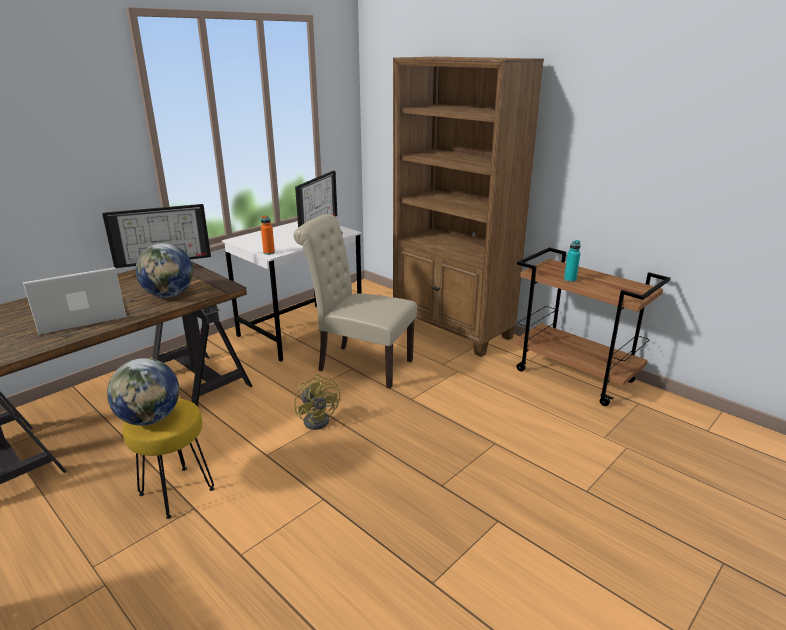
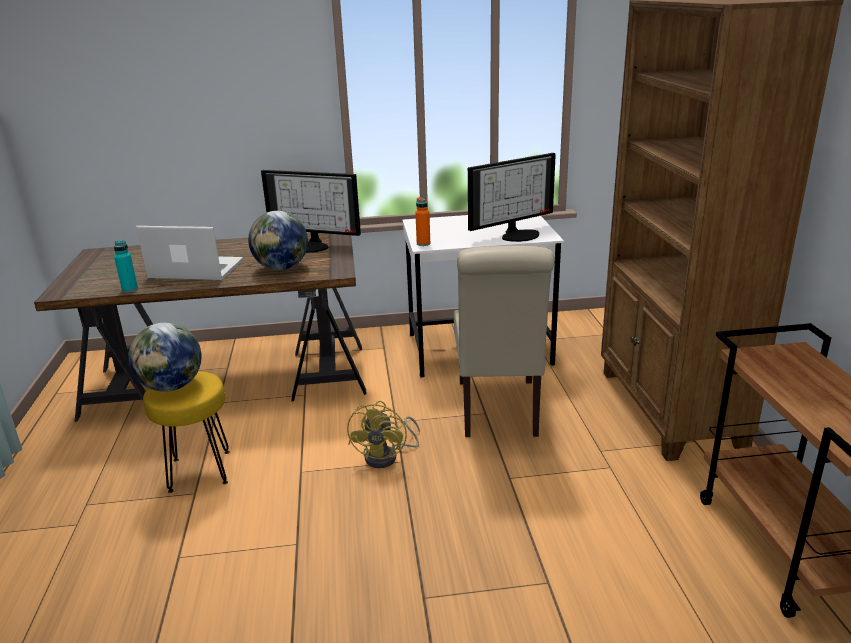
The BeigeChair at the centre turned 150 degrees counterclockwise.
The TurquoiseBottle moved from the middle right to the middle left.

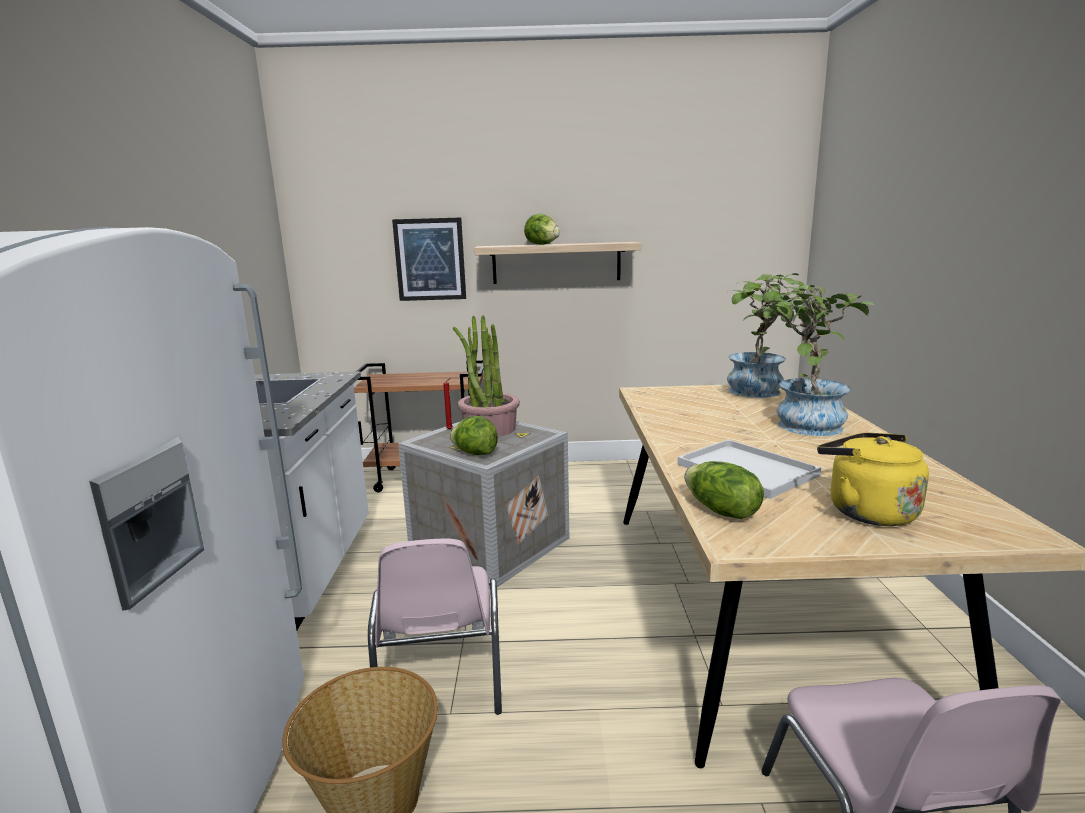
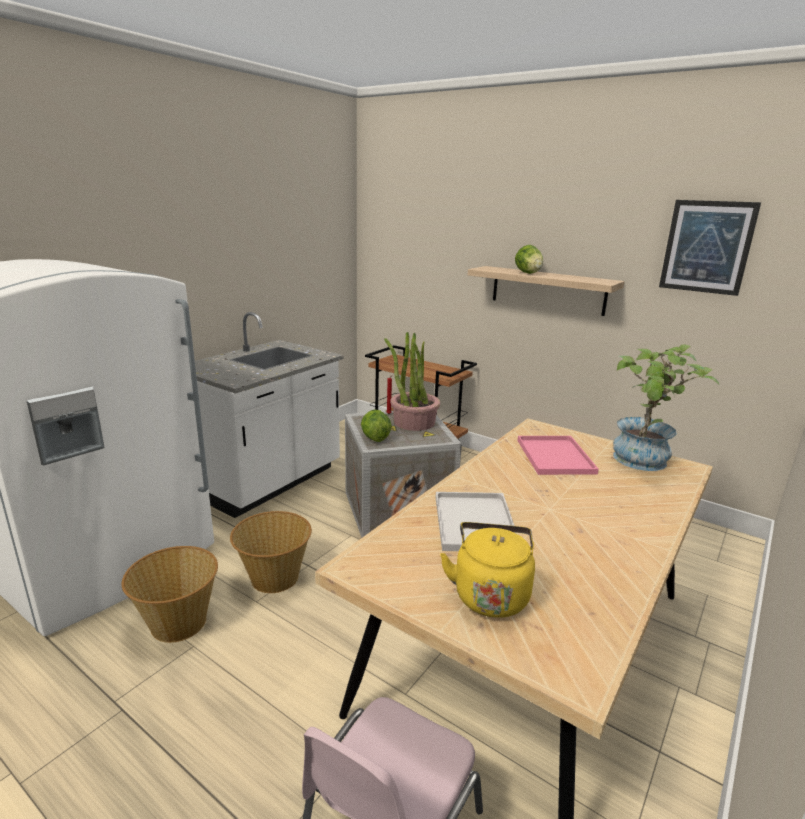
The Picture moved from the top centre to the top right.
The PottedPlant (3rd from left) at the middle right disappeared.
The Lettuce (3rd from left) at the middle right disappeared.
The PinkChair (1st from left) at the bottom centre was replaced by the Basket (2nd from left) at the bottom centre.
The PinkTray at the middle right appeared.

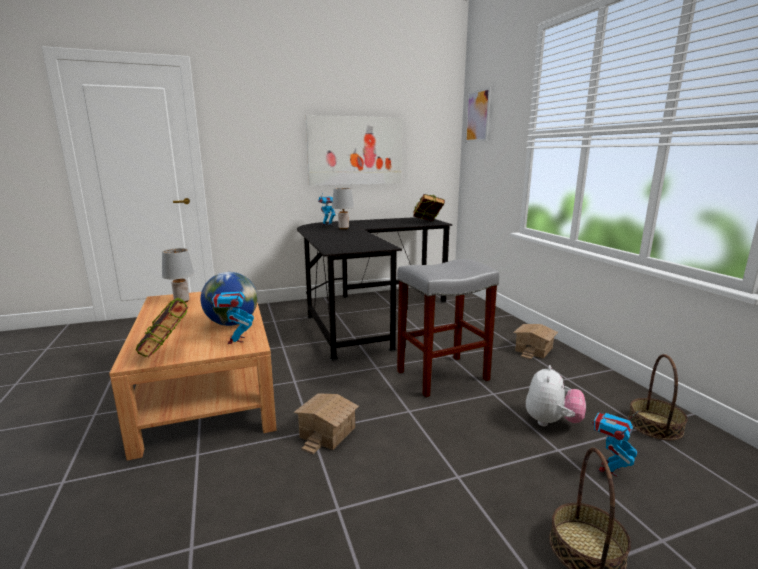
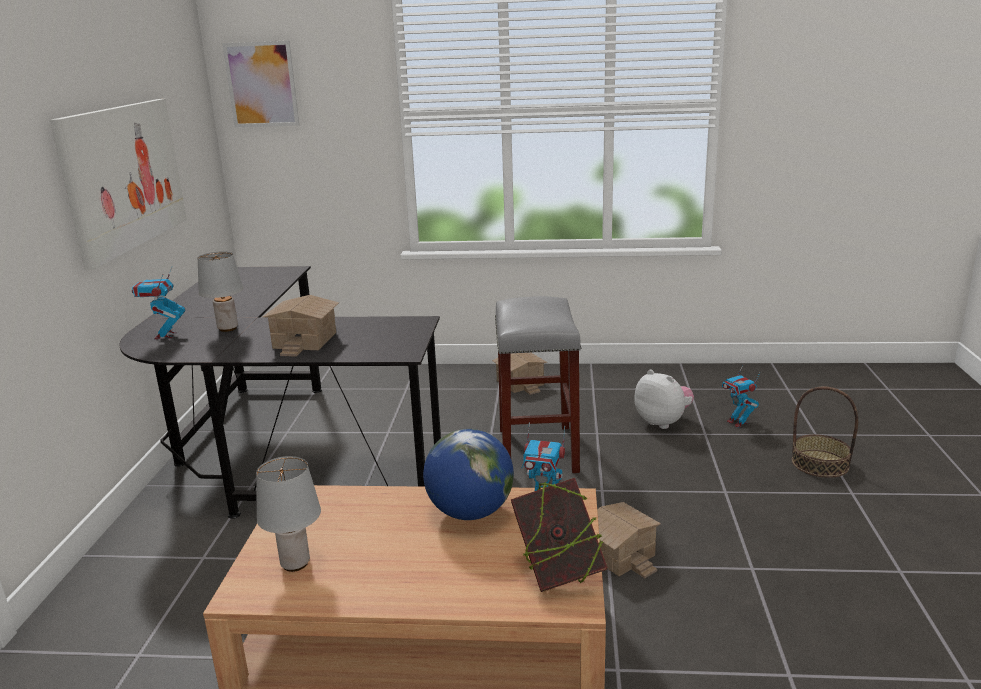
The Book (2nd from left) at the centre disappeared.
The Basket (2nd from left) at the bottom right disappeared.
The ToyHouse (1st from left) at the middle left appeared.

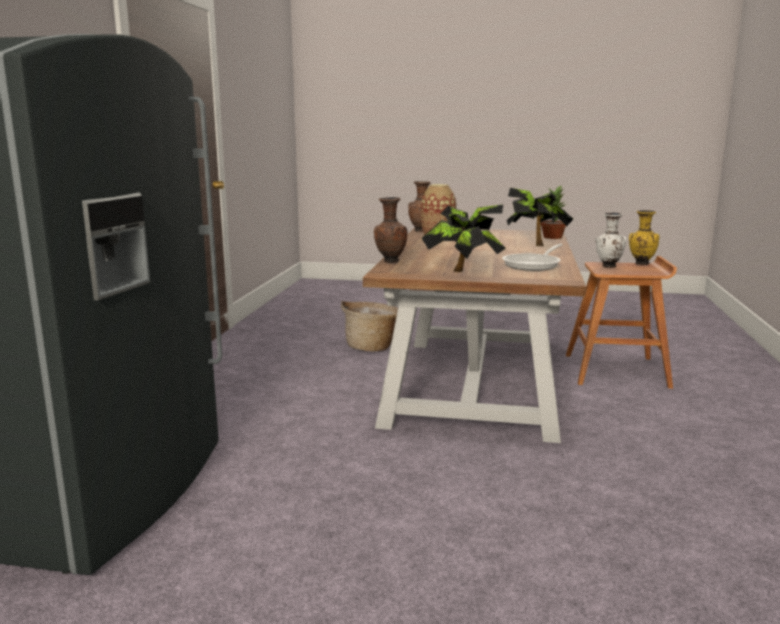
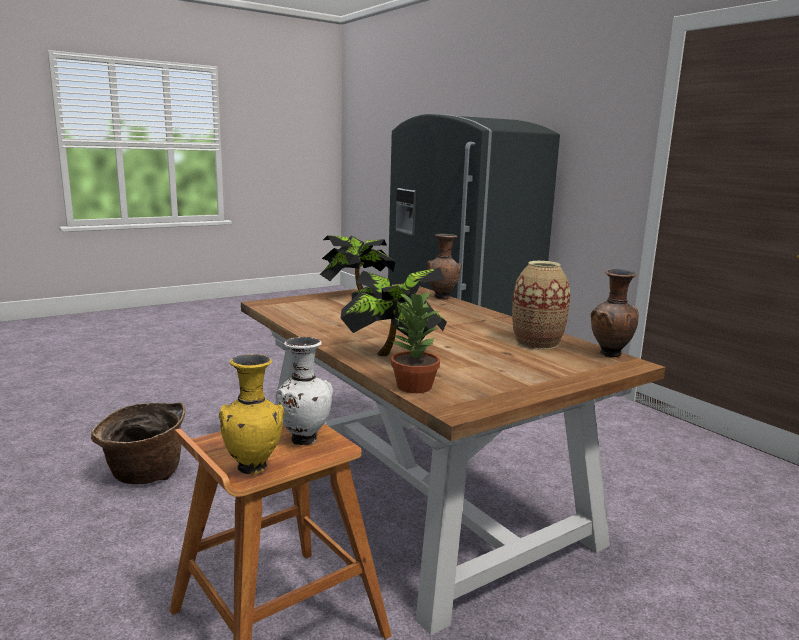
The FryingPan at the middle right disappeared.
The Basket moved from the centre to the bottom left.

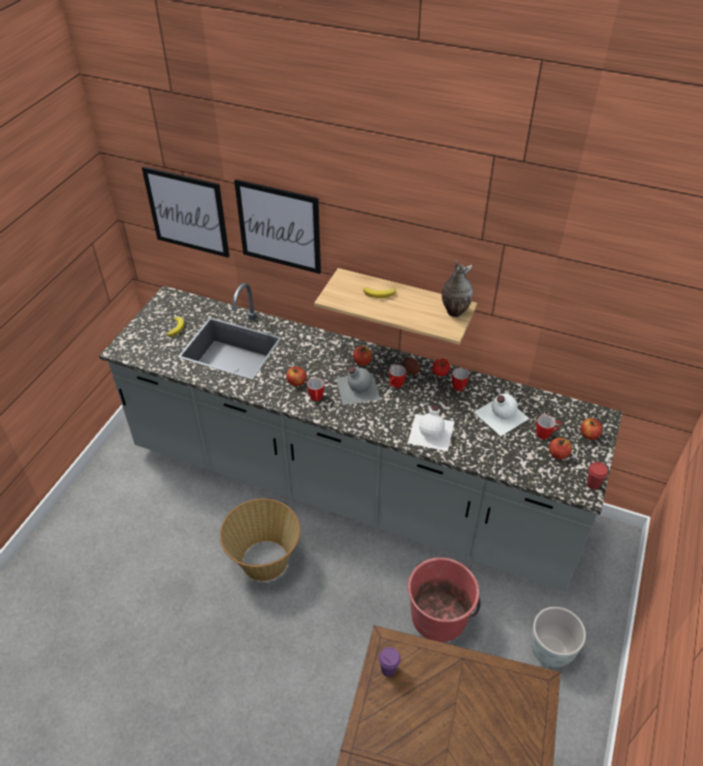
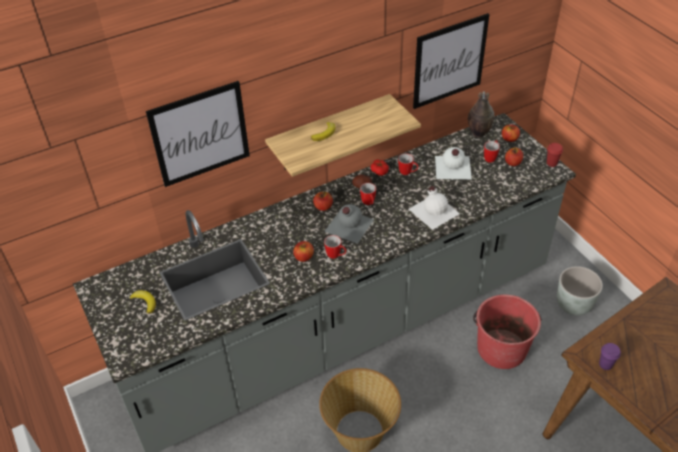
The Picture (1st from left in the first image) moved from the top left to the top centre.
The Vase moved from the centre to the top right.

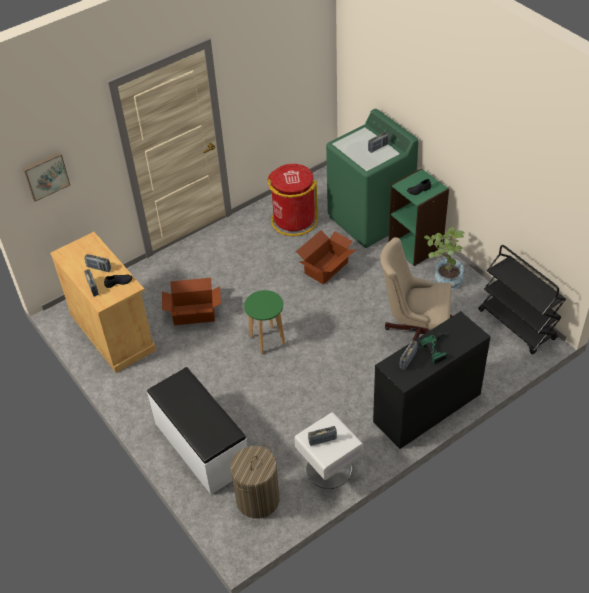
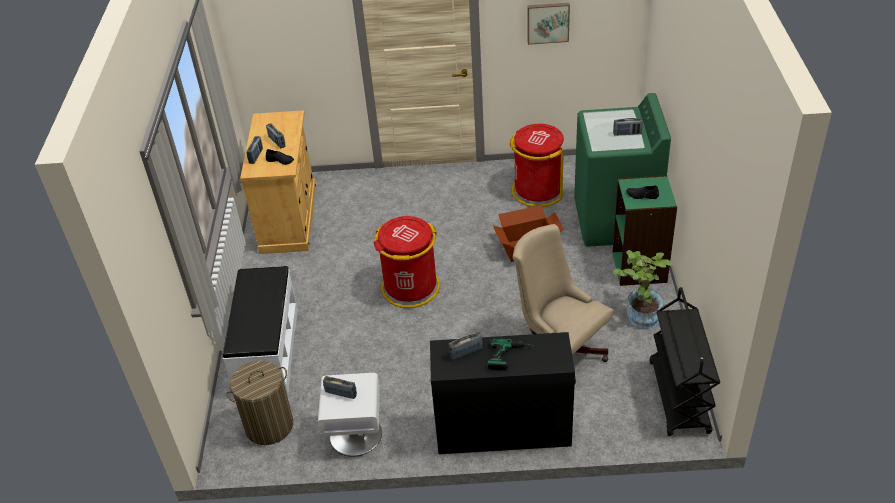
The Picture moved from the top left to the top centre.
The CardboardBox (1st from left) at the middle left disappeared.
The GreenStool at the centre was replaced by the RedTrashCan (1st from left) at the centre.

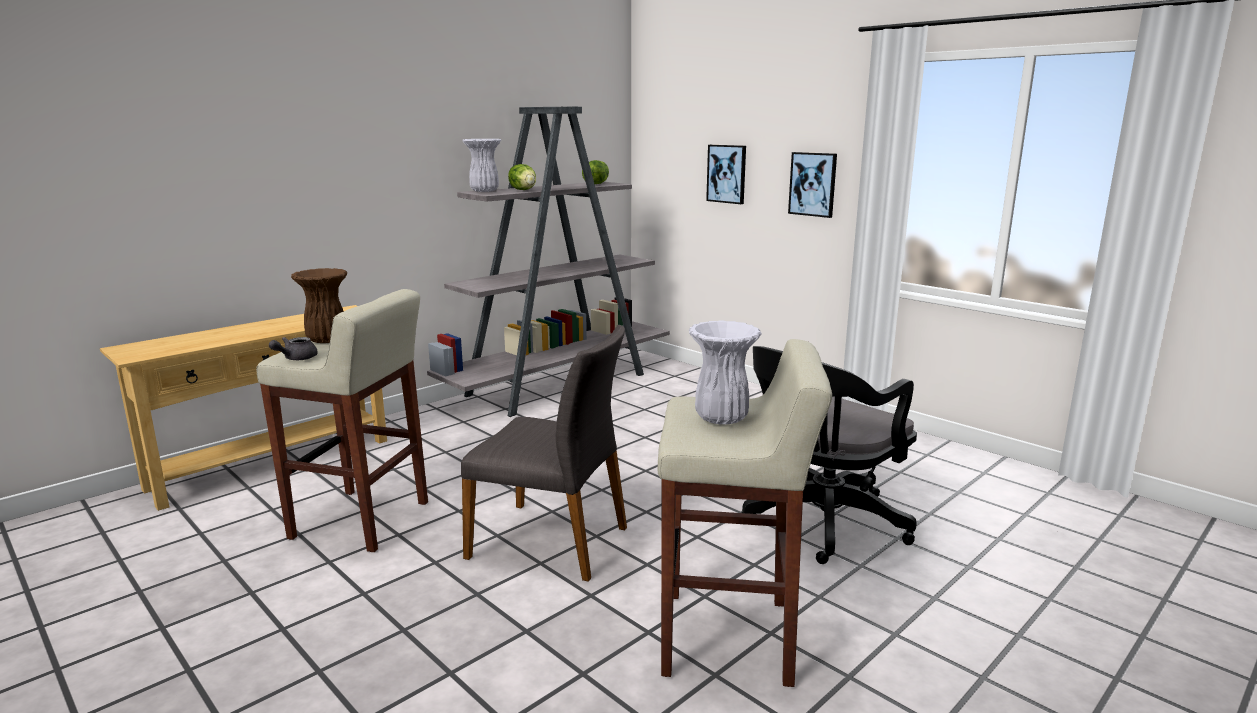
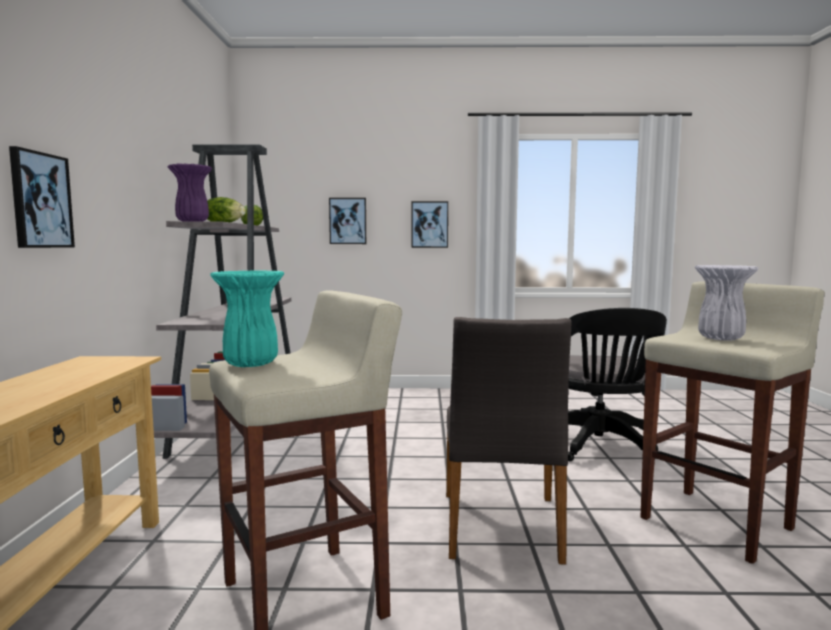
The WhiteVase (1st from left) at the top centre became the PurpleVase at the top left.
The BrownVase at the middle left became the TurquoiseVase at the middle left.
The GreyChair at the centre turned 120 degrees clockwise.
The GreyTeapot at the middle left disappeared.
The Picture (1st from left) at the top left appeared.

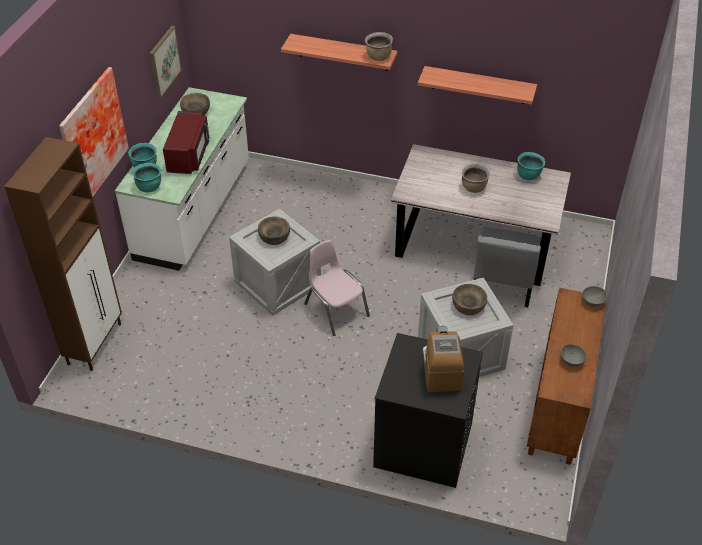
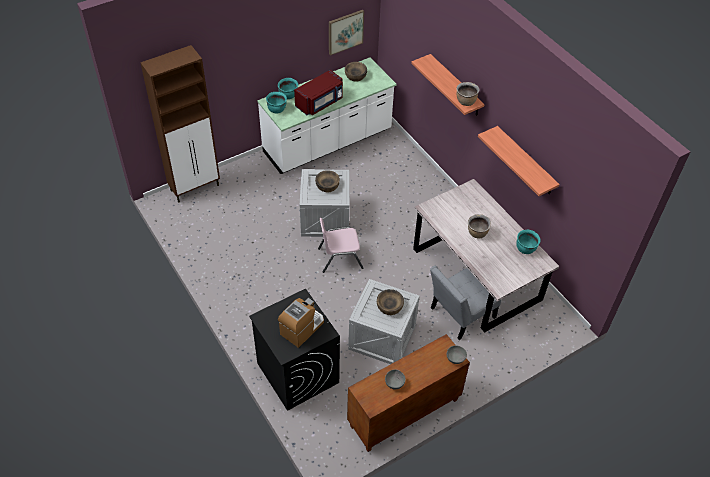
The Picture (1st from left) at the top left disappeared.
The PinkChair at the centre turned 105 degrees counterclockwise.

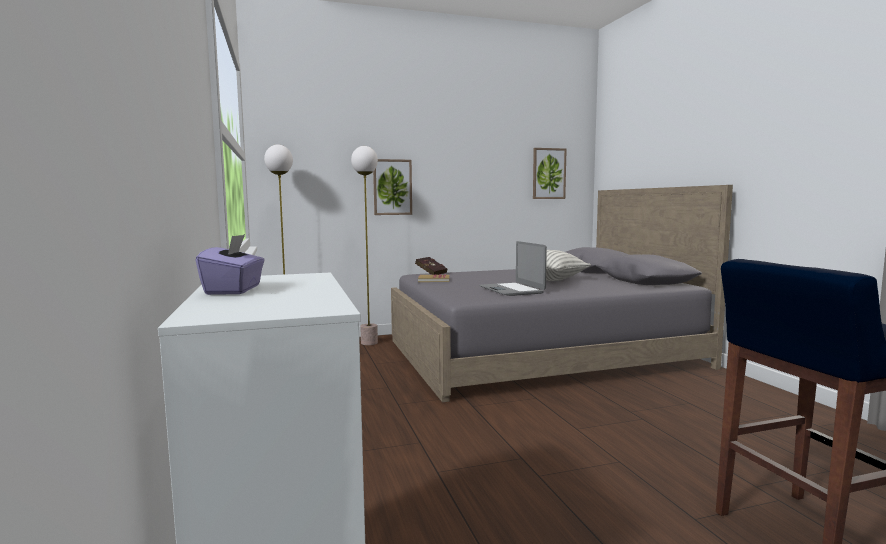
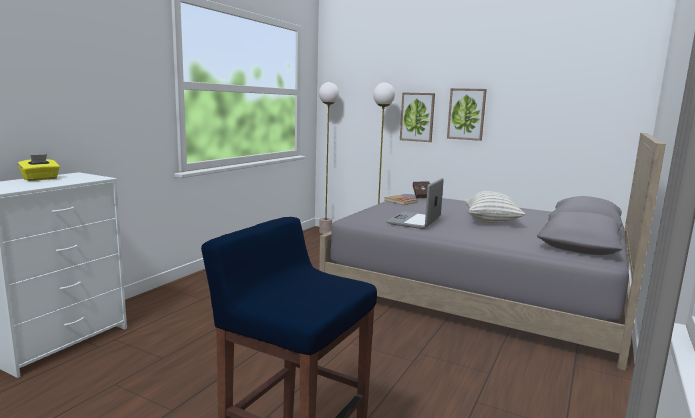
The Picture (2nd from left) moved from the top centre to the top right.
The PurpleTissueBox at the middle left became the YellowTissueBox at the middle left.

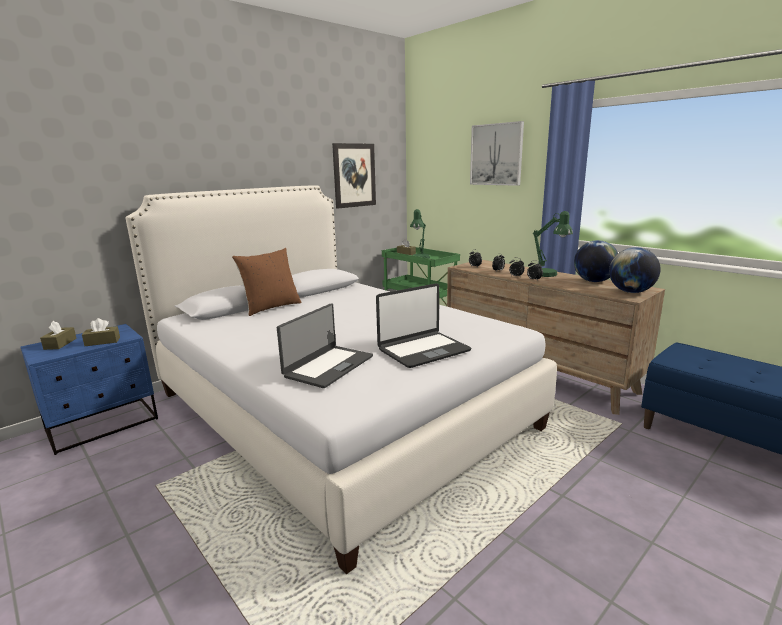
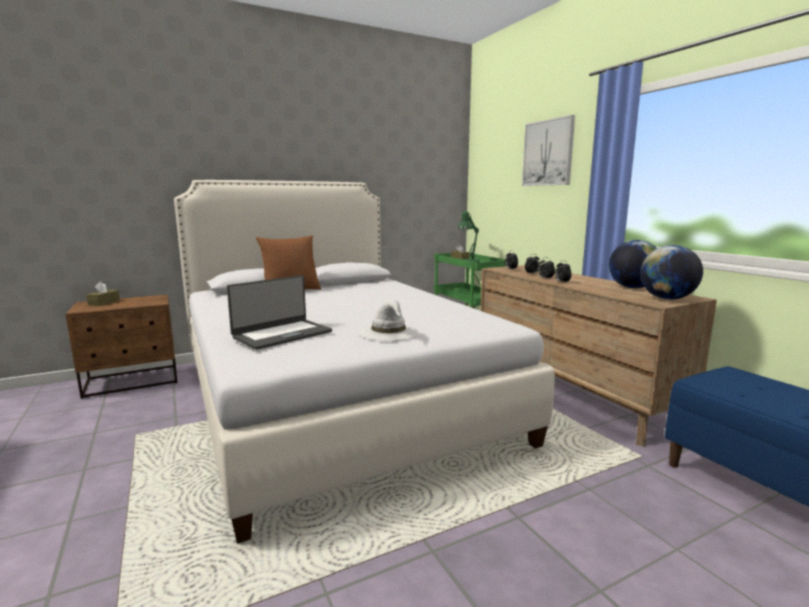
The Picture (1st from left) at the top centre disappeared.
The GreenTableLamp (2nd from left) at the middle right disappeared.
The Laptop (2nd from left) at the centre was replaced by the WhiteHat at the centre.
The BrownTissueBox (2nd from left) at the middle left disappeared.
The BlueNightstand at the middle left became the BrownNightstand at the middle left.

